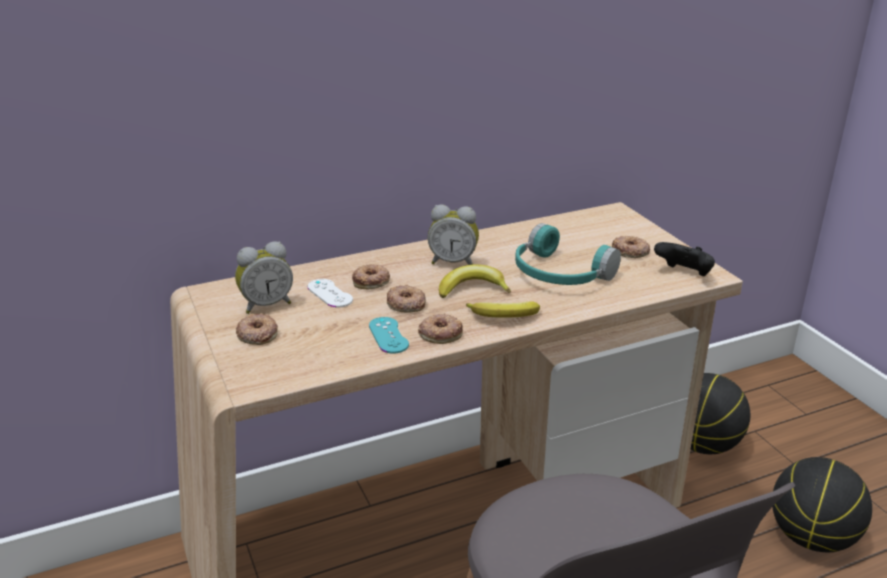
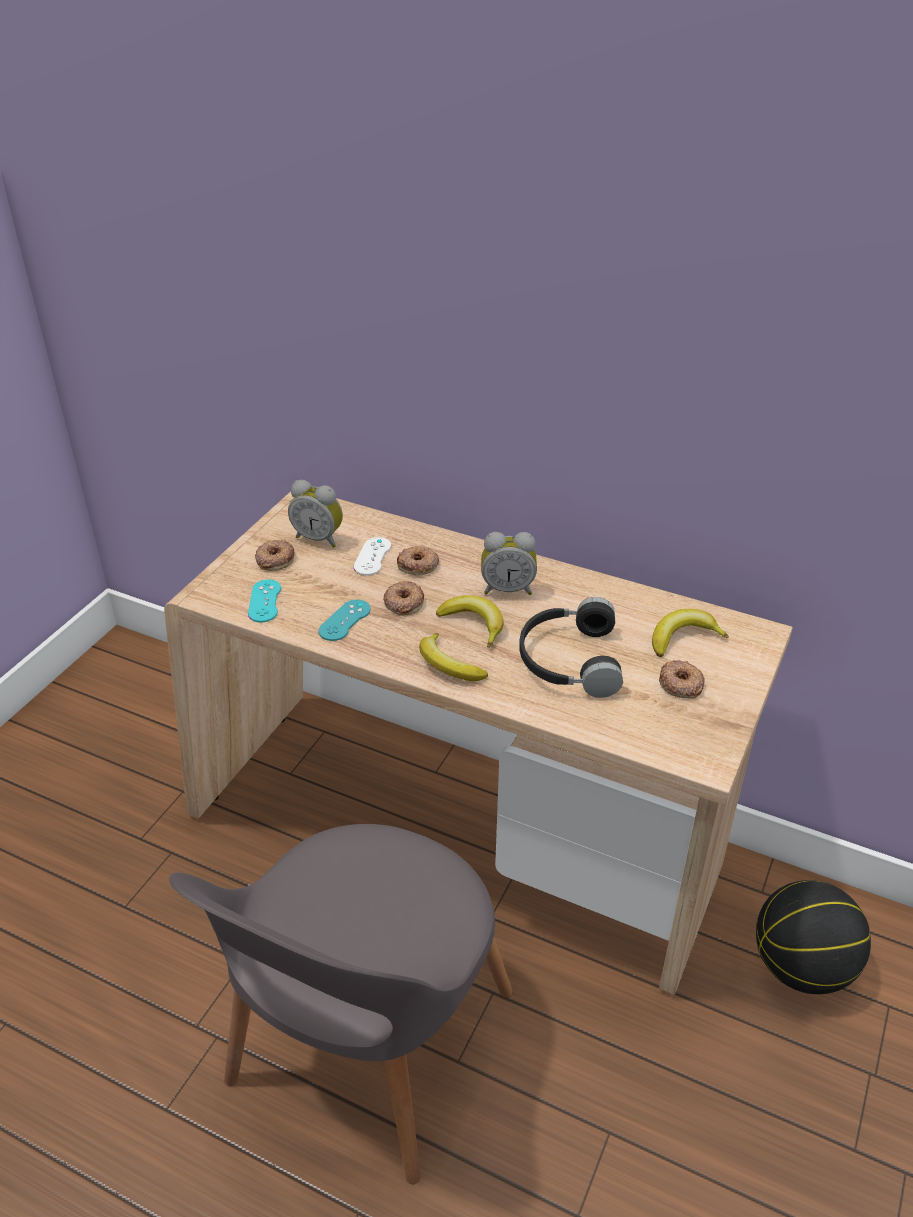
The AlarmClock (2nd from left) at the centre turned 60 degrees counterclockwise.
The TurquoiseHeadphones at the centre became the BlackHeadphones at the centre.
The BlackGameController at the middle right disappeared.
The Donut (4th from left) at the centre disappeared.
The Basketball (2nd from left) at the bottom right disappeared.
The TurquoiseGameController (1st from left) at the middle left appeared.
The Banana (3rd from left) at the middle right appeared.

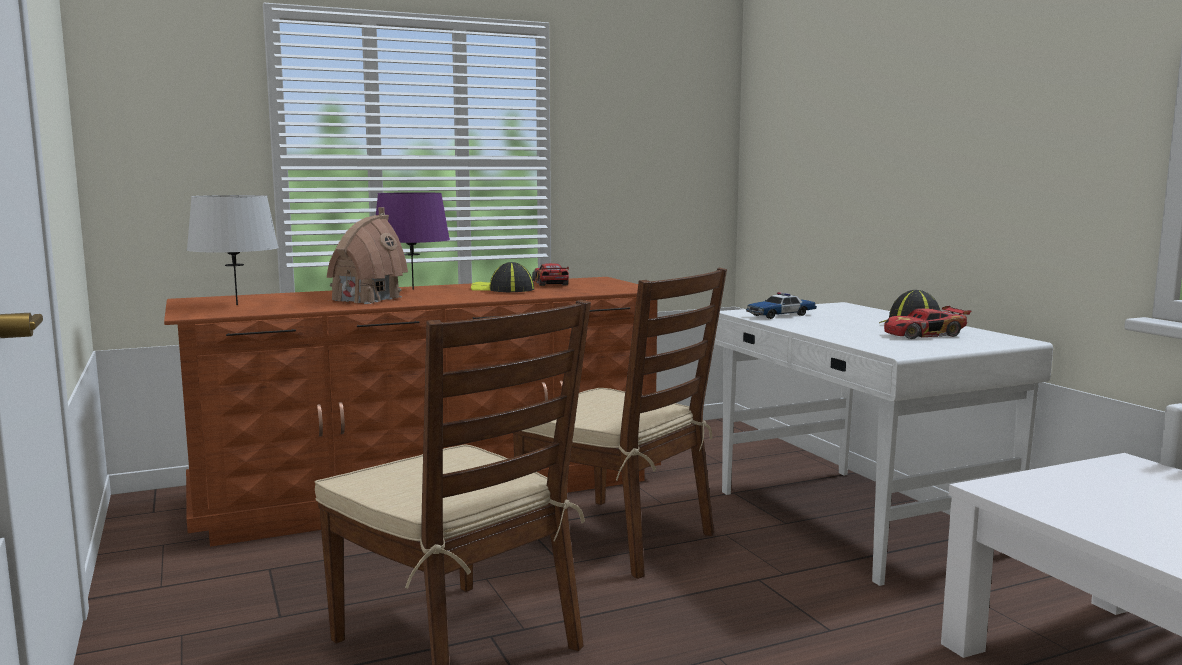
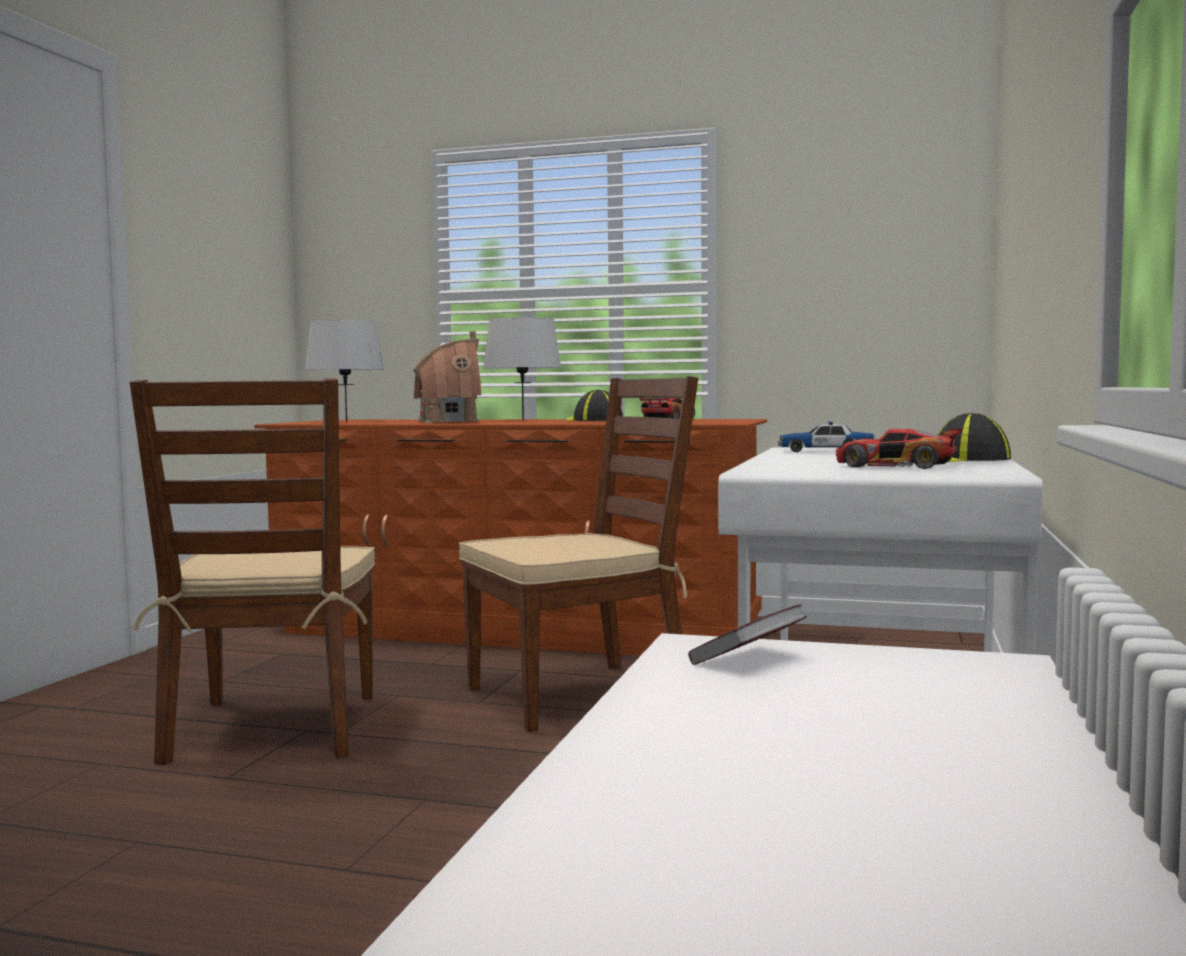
The PurpleTableLamp at the centre became the GreyTableLamp (2nd from left) at the centre.
The BrownChair (2nd from left) at the centre turned 105 degrees counterclockwise.
The Book at the centre appeared.

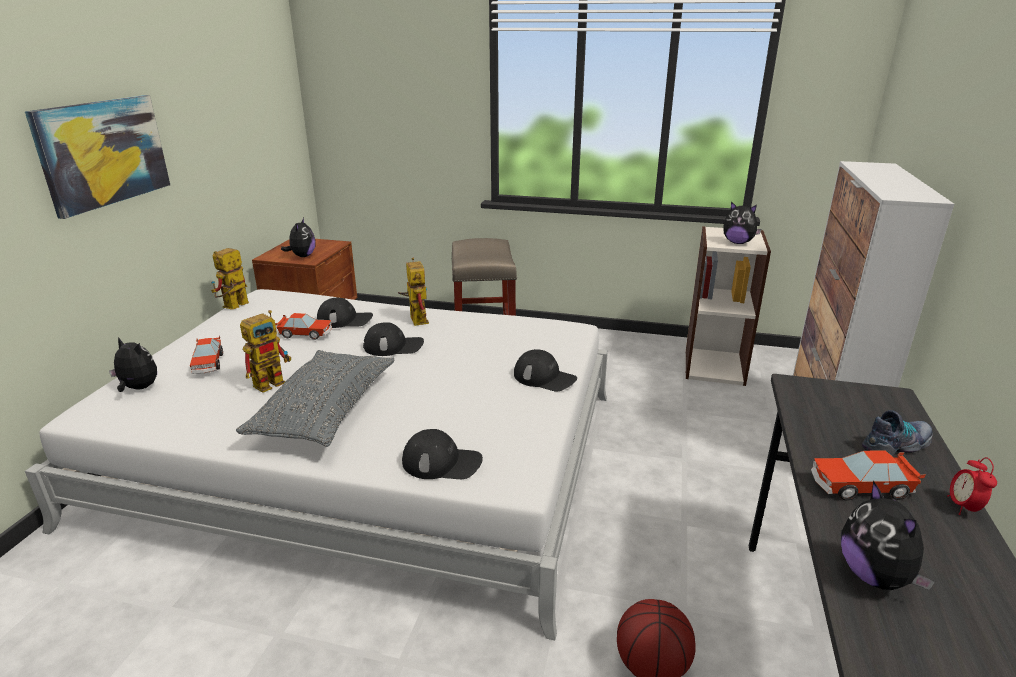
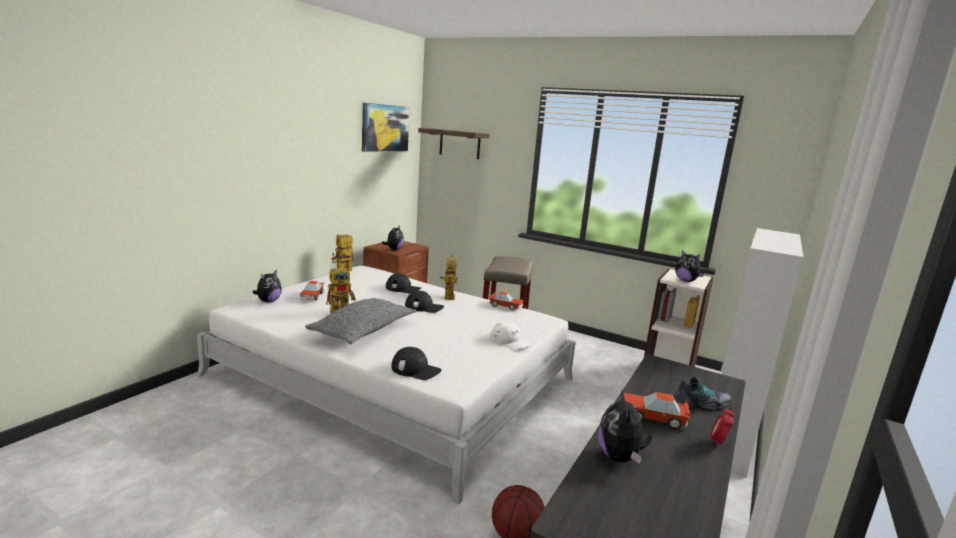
The Picture moved from the top left to the top centre.
The ToyCar (2nd from left) moved from the middle left to the centre.
The PlushToy (1st from left) at the middle left turned 75 degrees clockwise.
The BlackCap (4th from left) at the centre became the WhiteCap at the centre.
The Shelf at the top centre appeared.

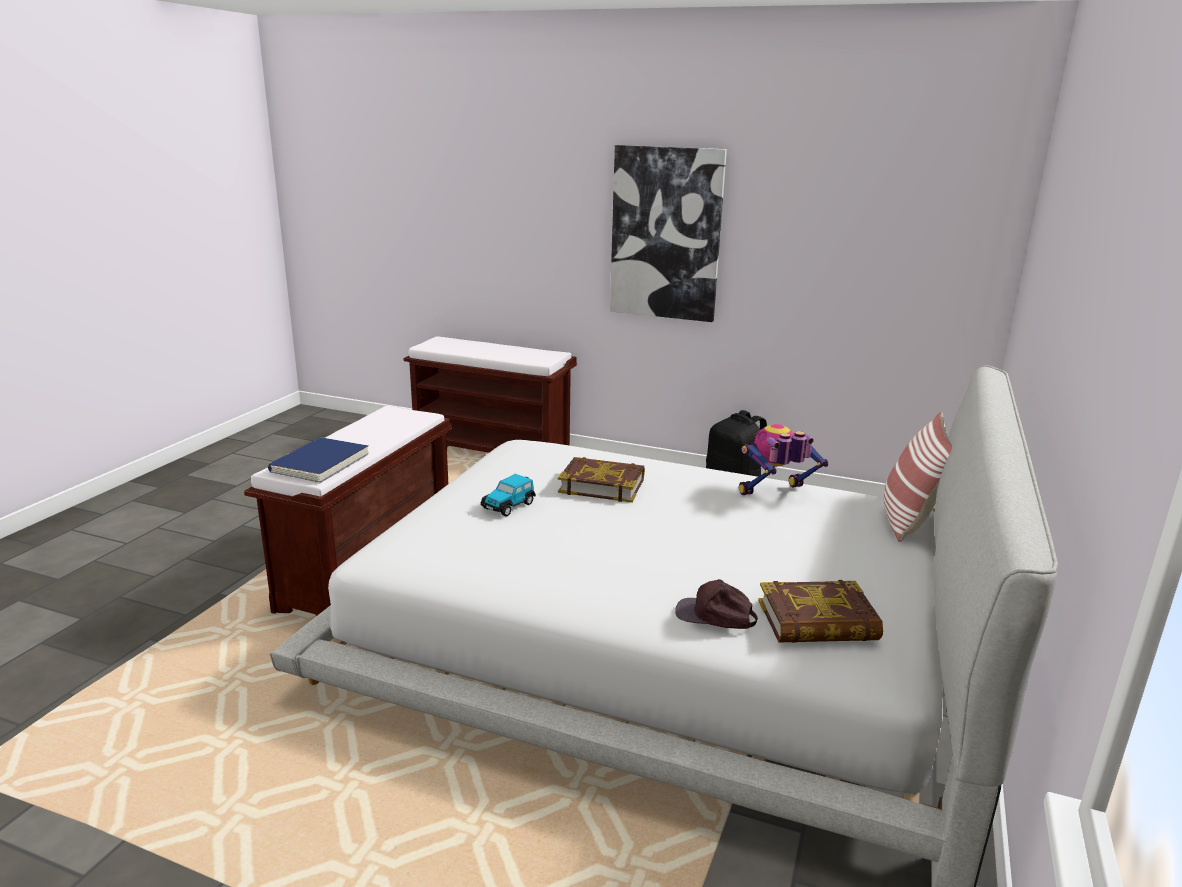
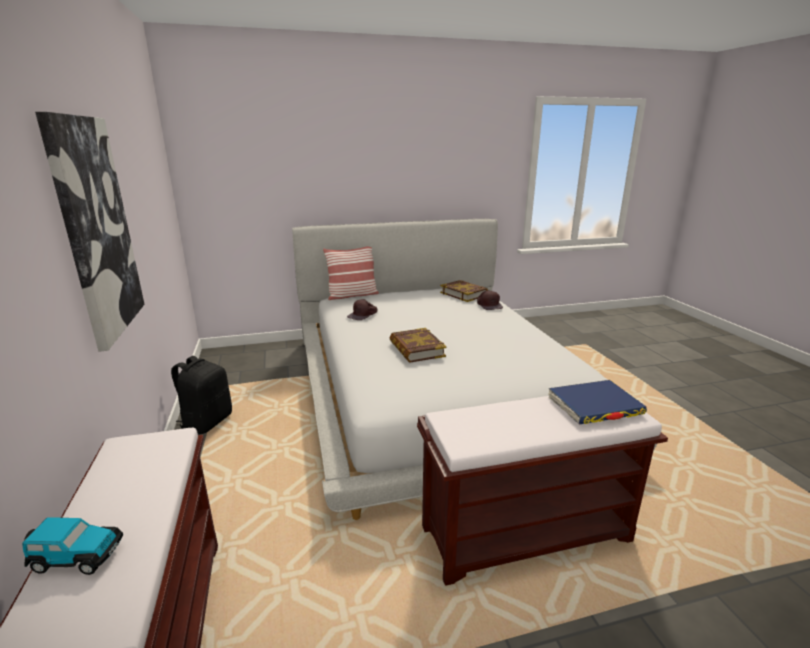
The ToyRobot at the centre was replaced by the BrownCap (1st from left) at the centre.
The ToyCar moved from the centre to the bottom left.

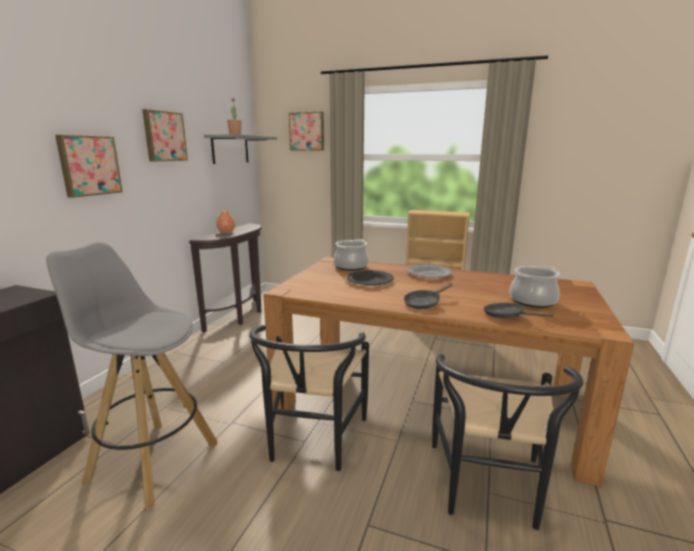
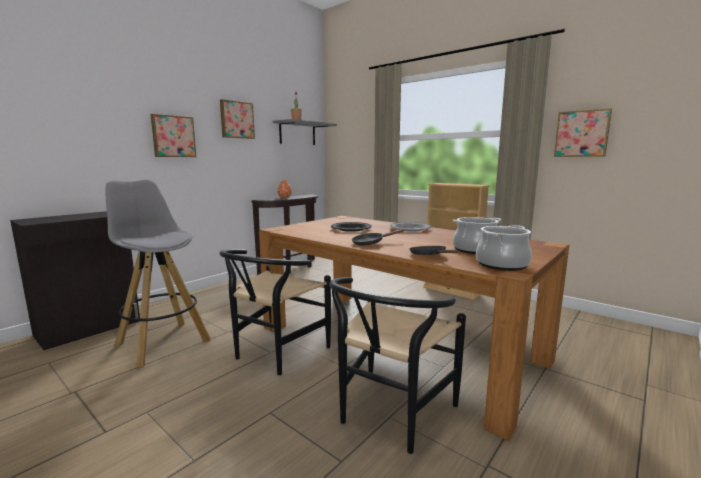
The Picture (3rd from left) moved from the top centre to the top right.
The CookingPot (1st from left in the first image) moved from the centre to the middle right.

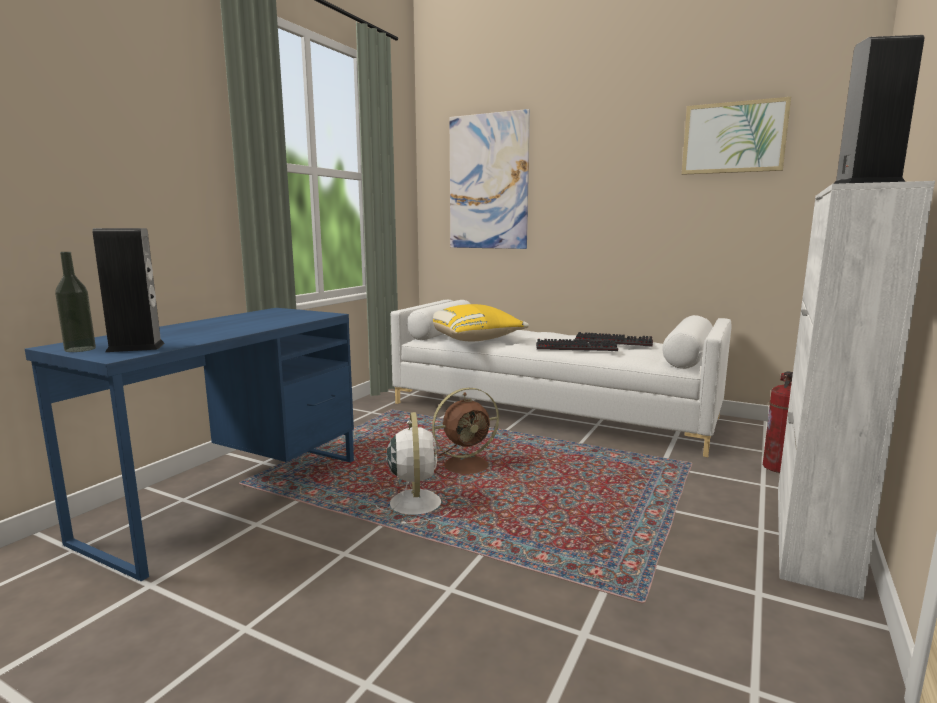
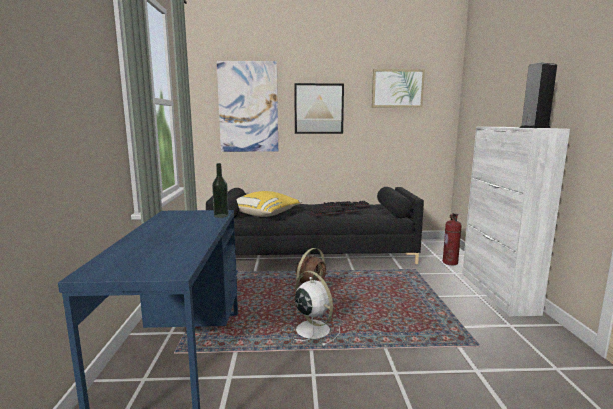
The Speaker (1st from left) at the middle left disappeared.
The Bottle moved from the middle left to the centre.
The WhiteSofa at the centre became the BlackSofa at the centre.
The Picture (2nd from left) at the top centre appeared.

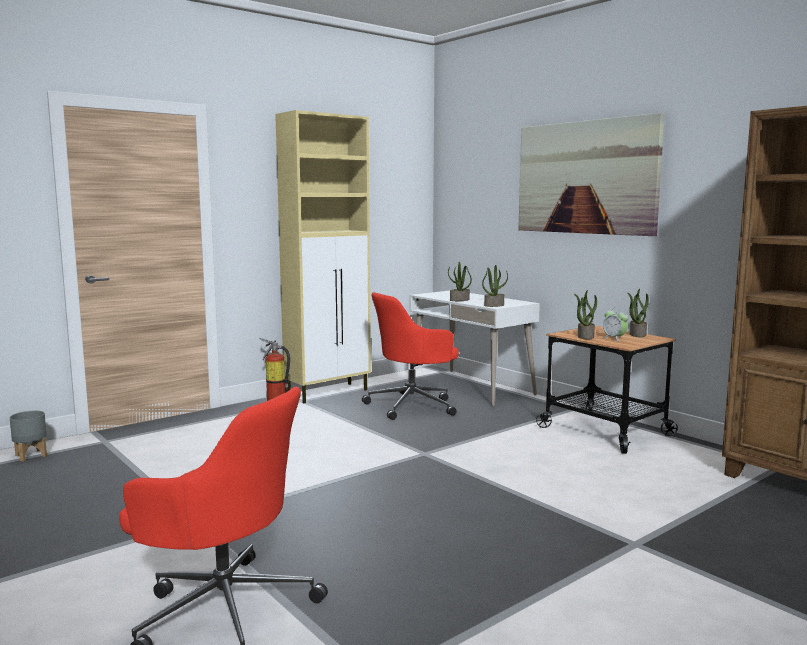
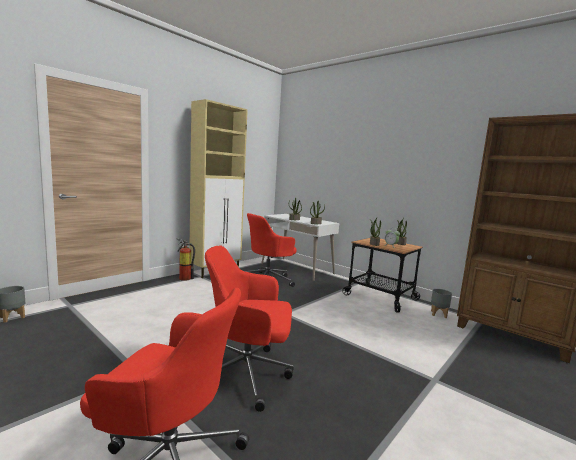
The Picture at the top right disappeared.
The RedOfficeChair (2nd from left) at the bottom centre appeared.
The GreyPlanter (2nd from left) at the middle right appeared.

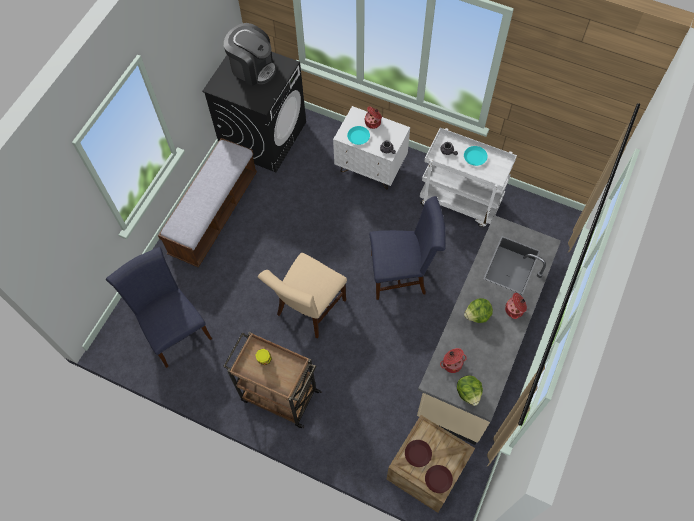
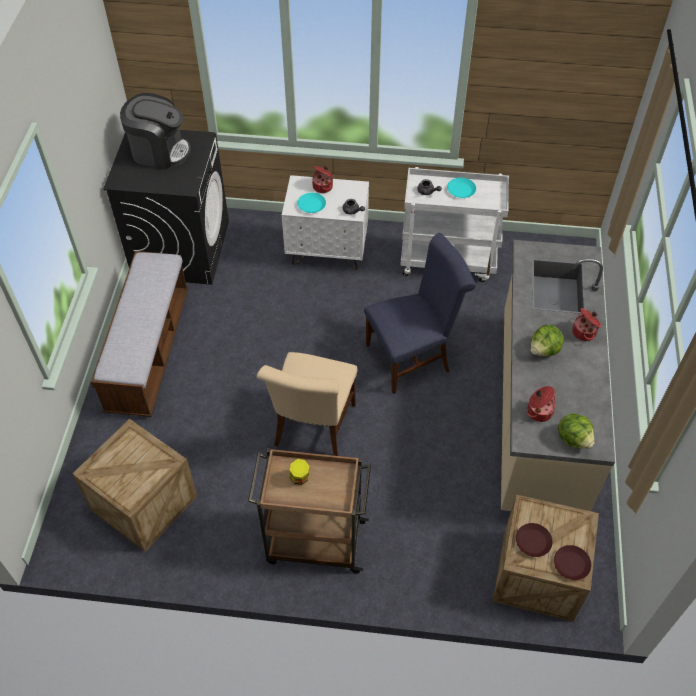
The BlueChair (1st from left) at the middle left was replaced by the Crate (1st from left) at the bottom left.

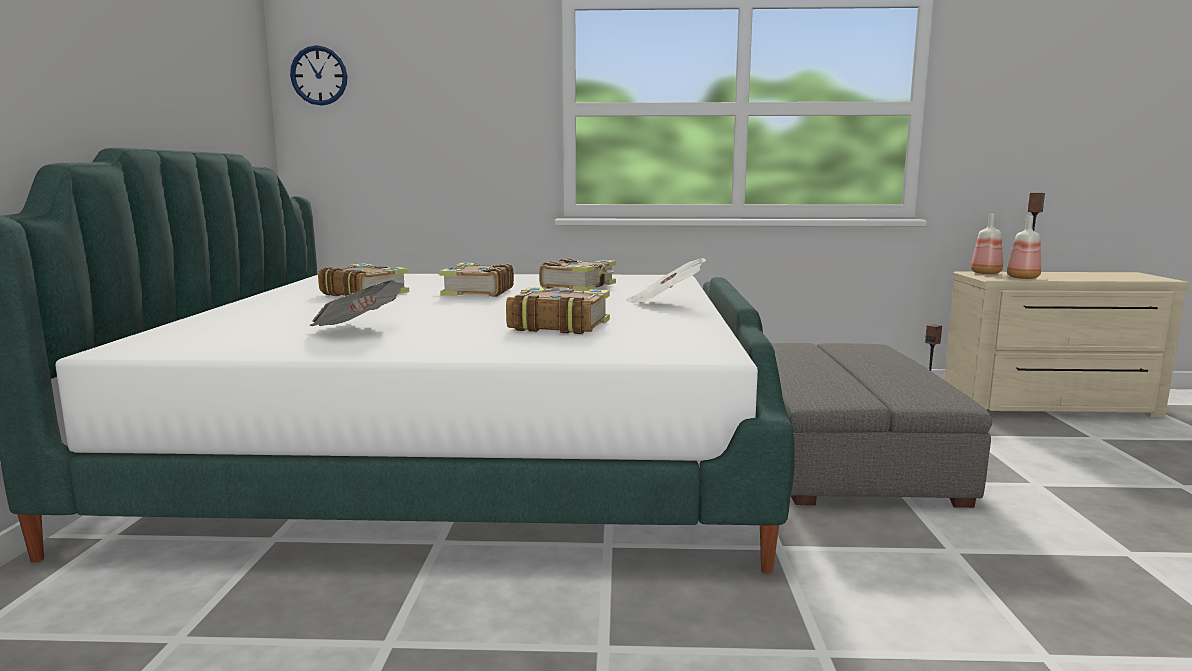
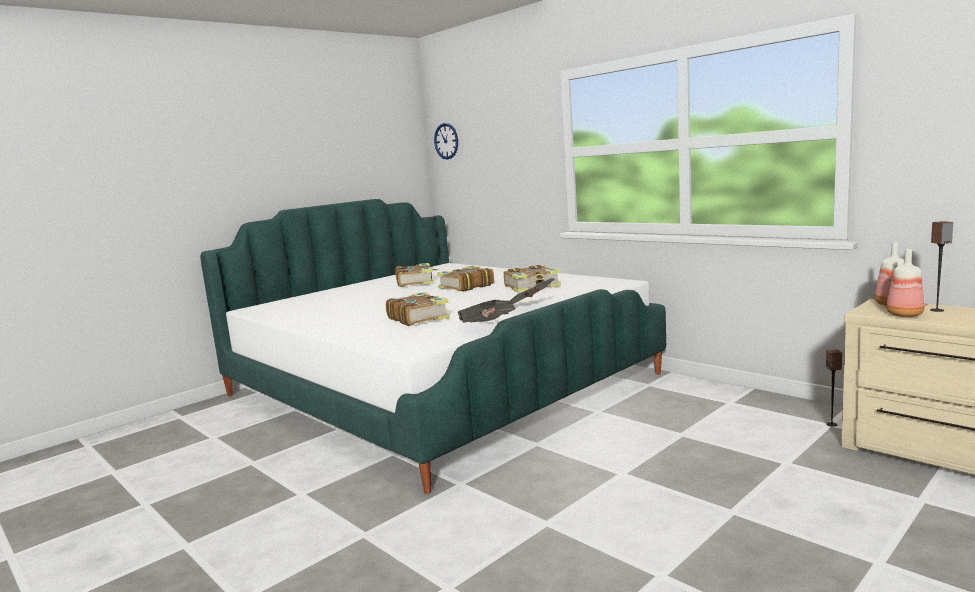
The Newspaper (1st from left) moved from the middle left to the centre.
The GreyOttoman at the middle right disappeared.

